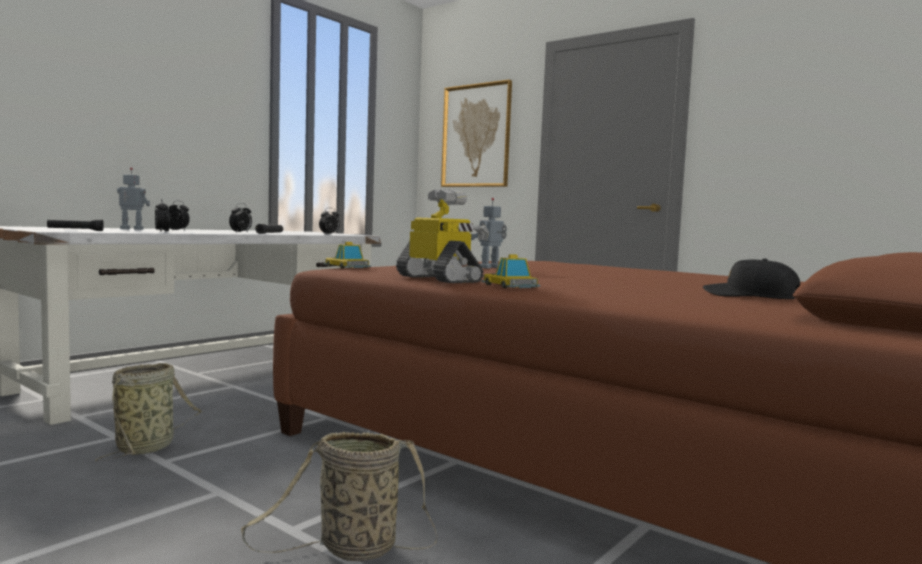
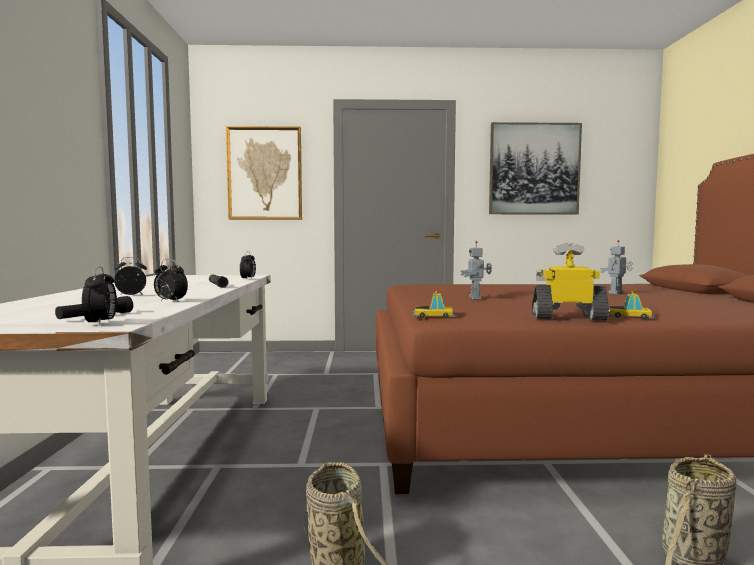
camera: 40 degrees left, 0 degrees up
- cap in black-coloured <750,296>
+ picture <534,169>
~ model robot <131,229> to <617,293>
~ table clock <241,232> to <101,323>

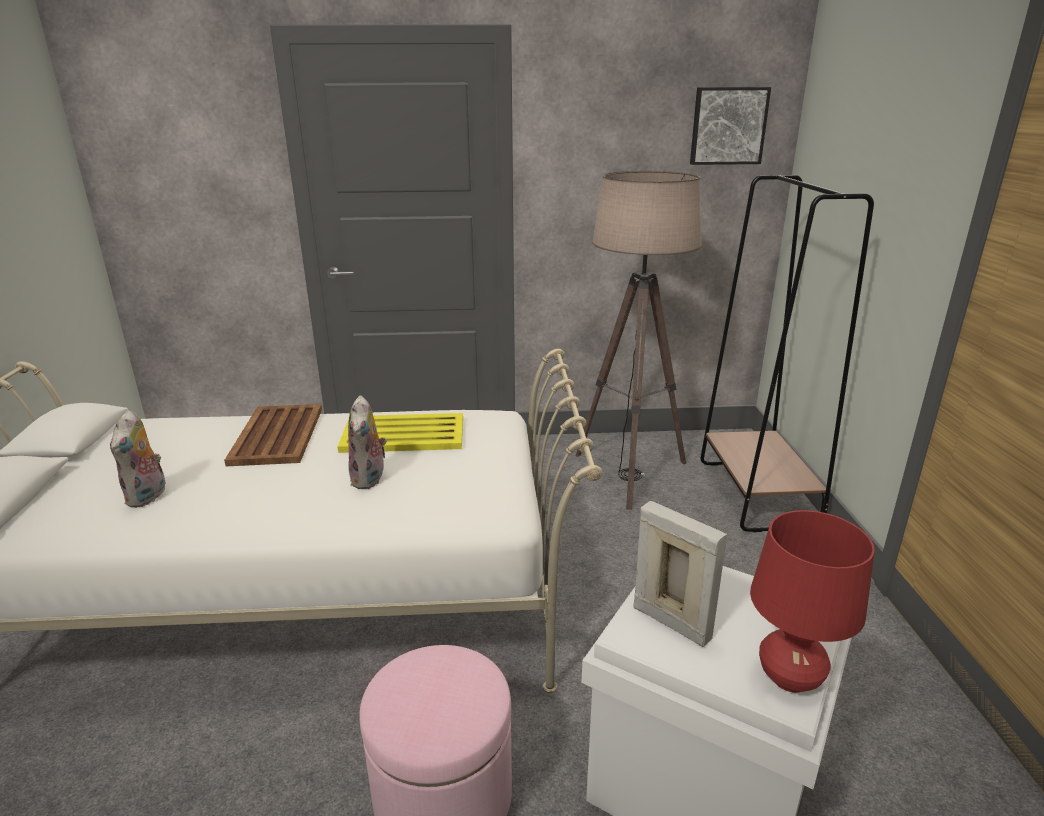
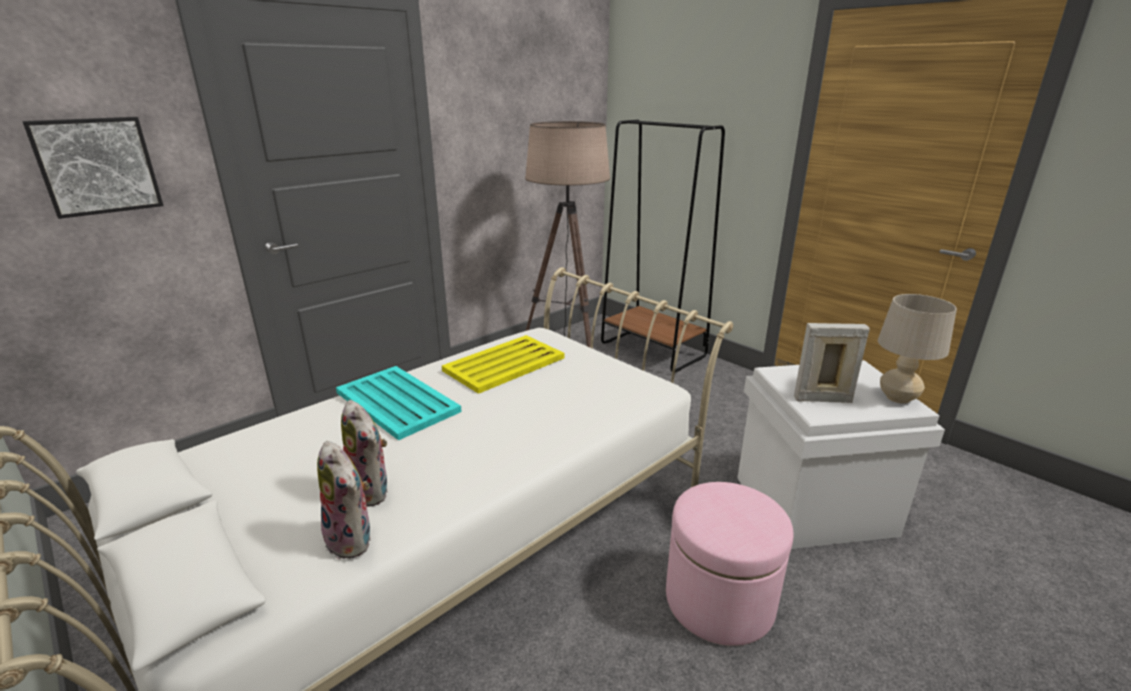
camera: 40 degrees left, 0 degrees up
~ soft toy <370,479> to <353,539>
~ picture <728,126> to <97,166>
~ serving tray in brown <277,436> to serving tray in turquoise <397,402>
~ lamp for a table in reddish <790,678> to lamp for a table in beige-coloured <897,398>

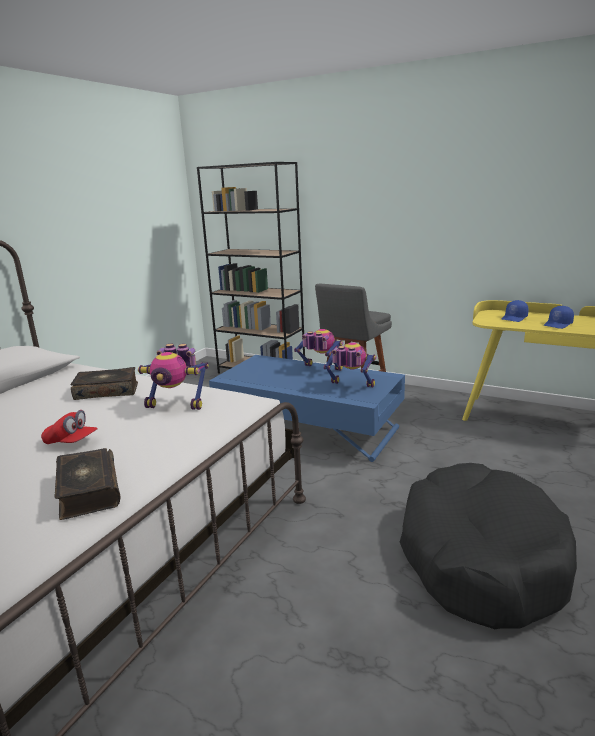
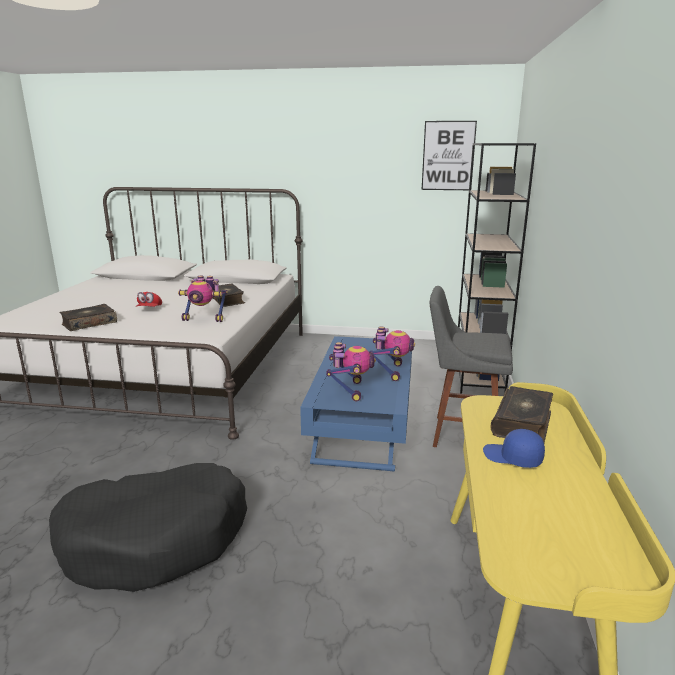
camera: 70 degrees right, 0 degrees up
+ picture <448,156>
~ cap in bluish <514,318> to book <523,423>
~ model robot <177,405> = <204,319> 75 degrees counterclockwise

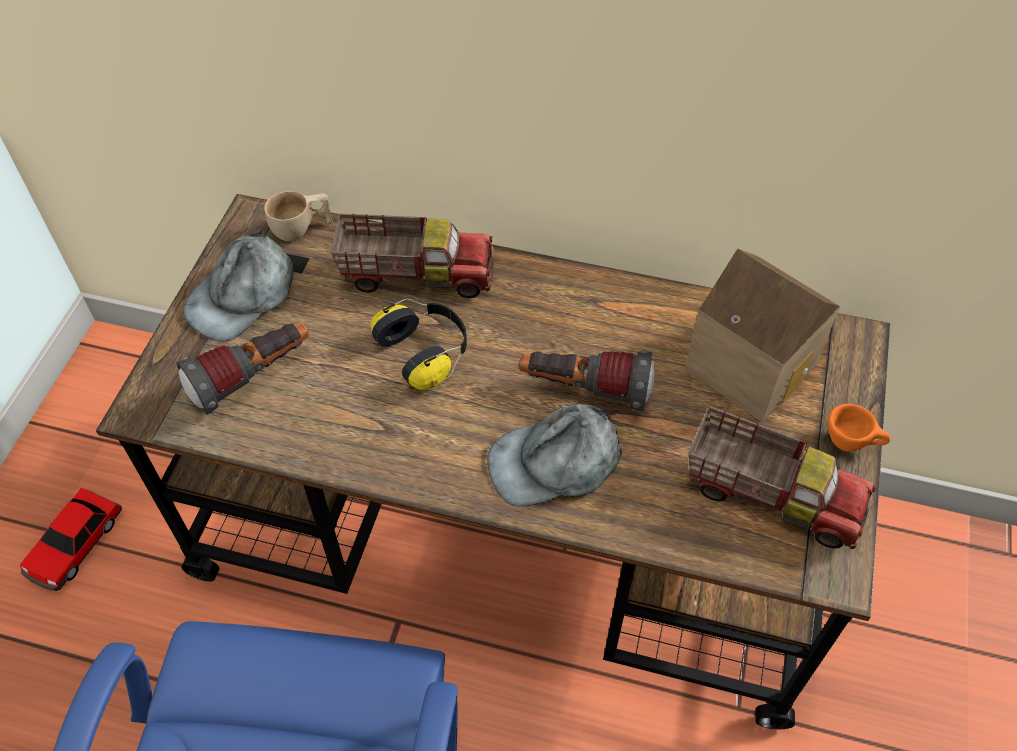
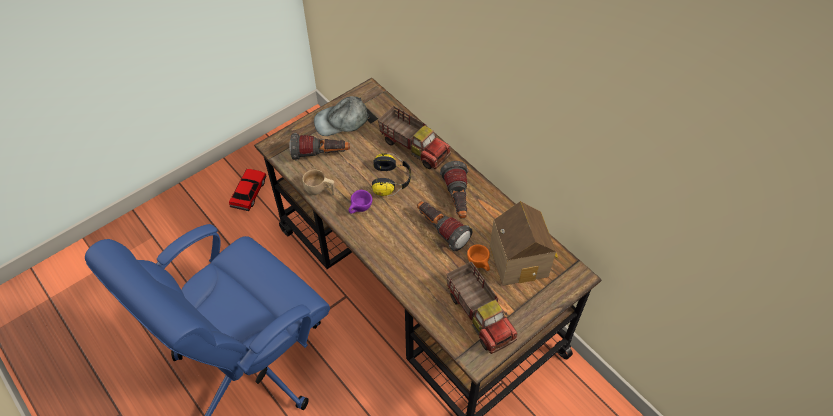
camera: 35 degrees right, 0 degrees up
- cap in greyish <555,462>
+ small cup in purple <360,210>
+ flashlight <457,200>
~ small cup in beige-coloured <302,229> to <320,191>
~ small cup in orange <851,443> to <479,265>
~ toy car <75,545> = <249,192> 135 degrees clockwise

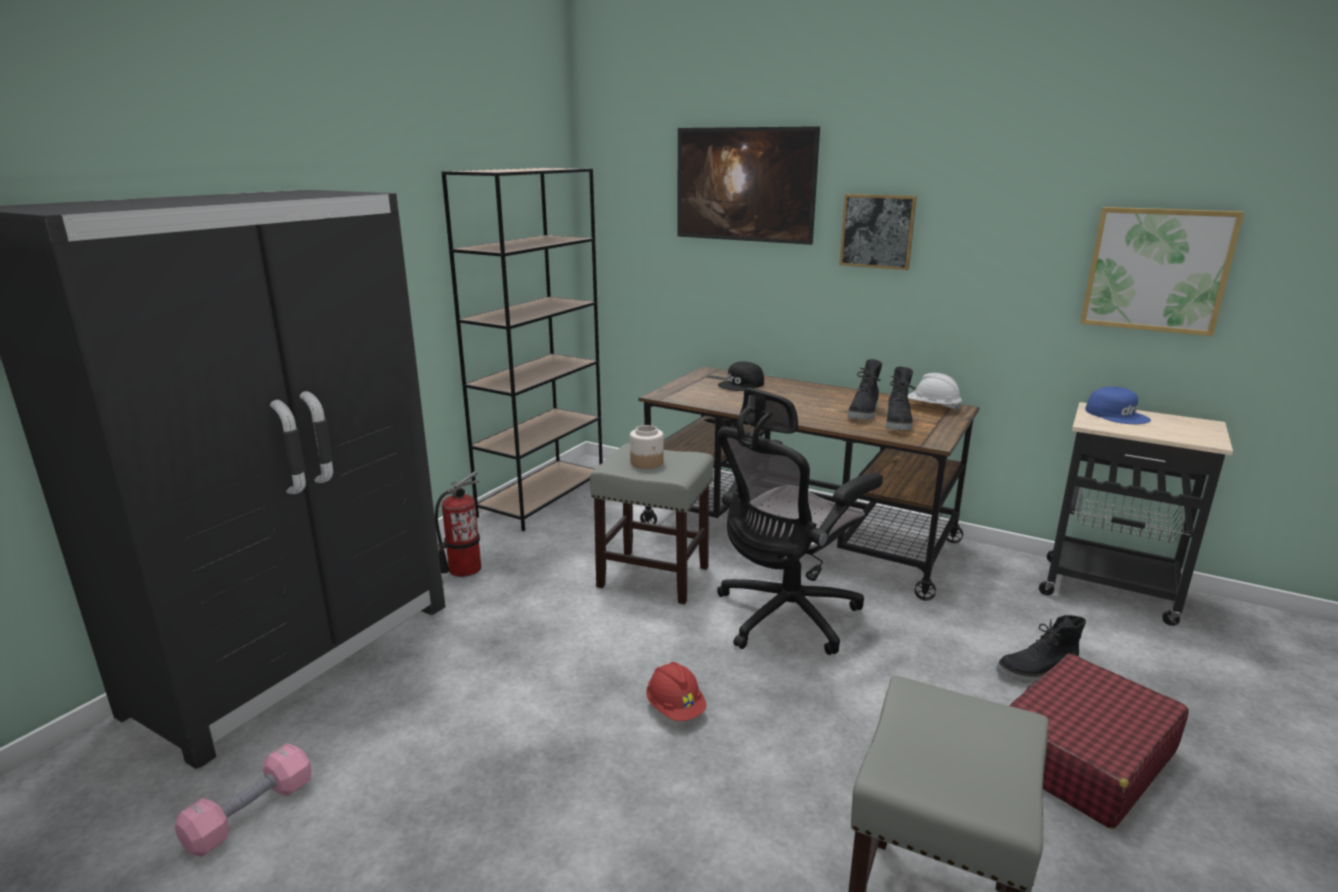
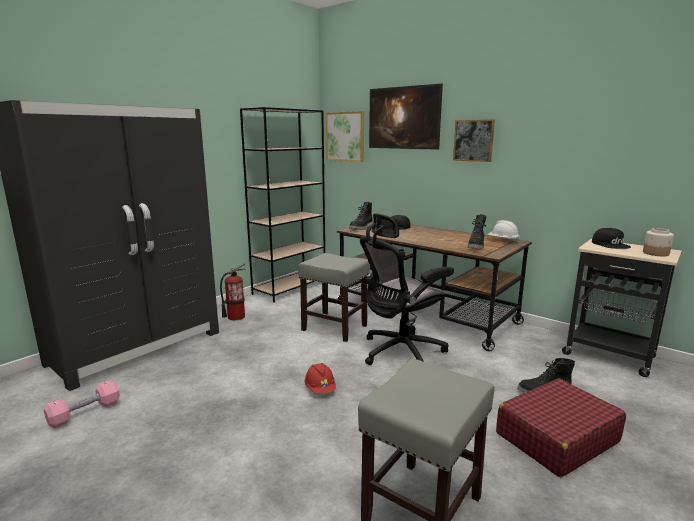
camera: 10 degrees right, 5 degrees down
~ storage jar <647,462> to <656,253>
~ tall boot in black-coloured <864,413> to <361,228>
~ picture <1156,270> to <345,136>
~ cap in bluish <1117,415> to cap in black-coloured <611,244>

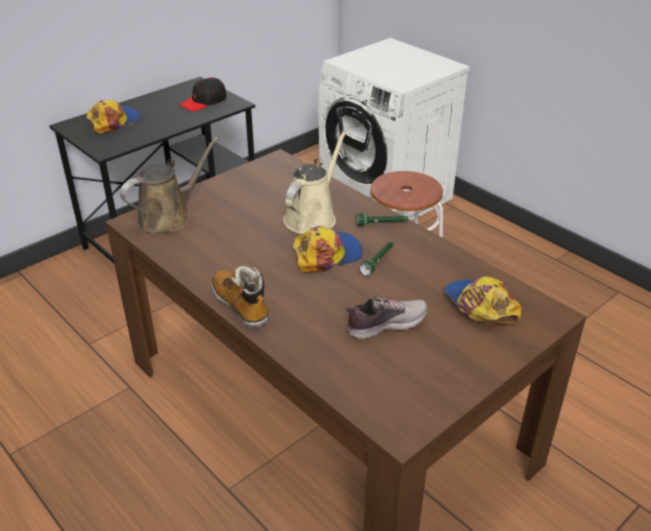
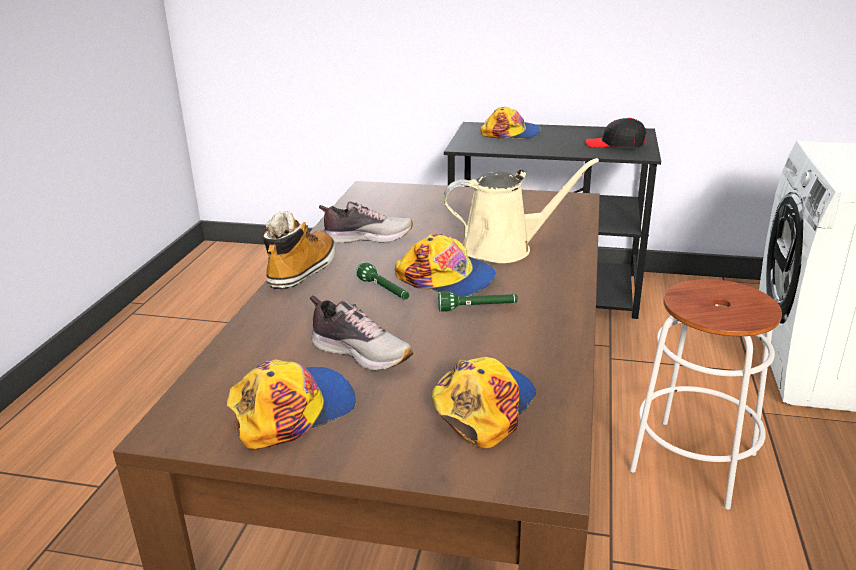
camera: 55 degrees right, 10 degrees down
- watering pot in brown <168,217>
+ cap <293,410>
+ item of footwear <367,237>
~ flashlight in green-coloured <381,224> to <384,291>

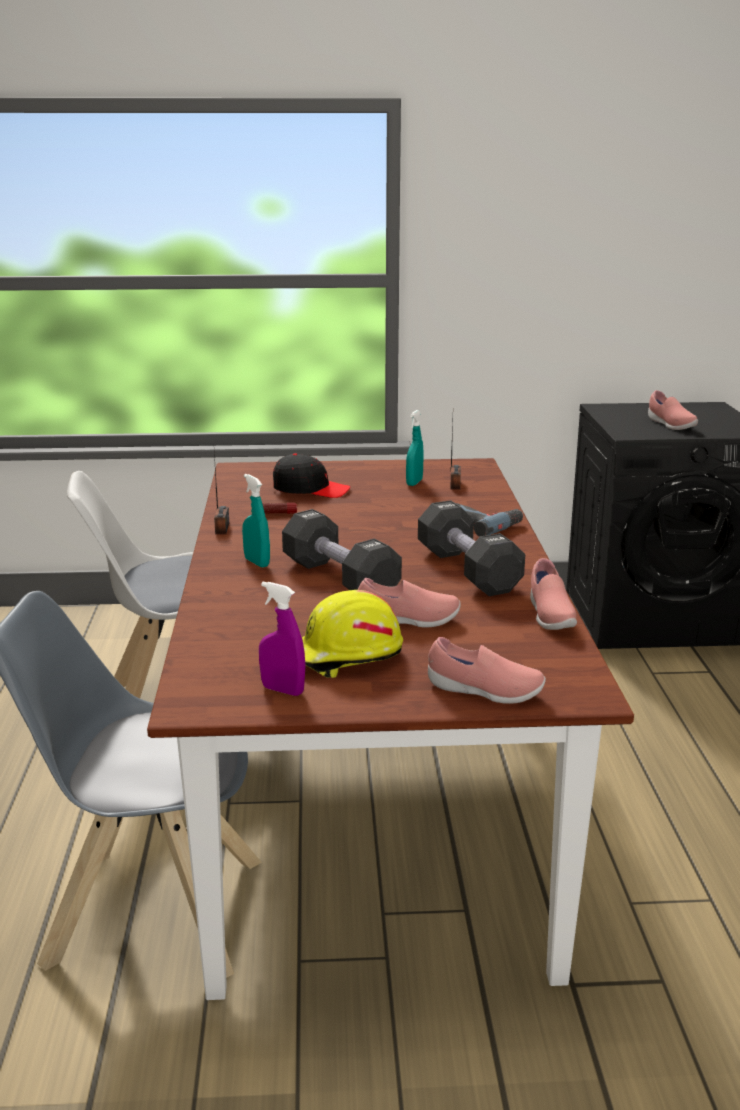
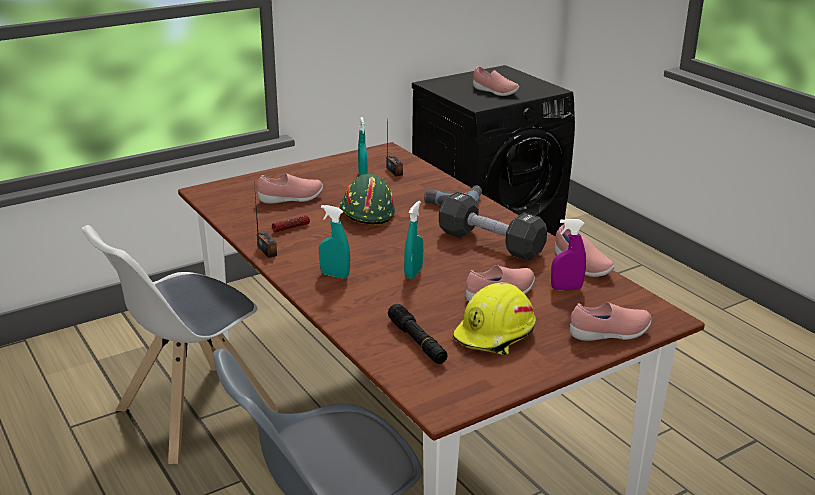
camera: 30 degrees left, 5 degrees up
+ safety helmet in green-coloured <366,212>
+ flashlight in black-coloured <417,341>
~ spray bottle in purple <282,690> to <566,288>
~ cap in black-coloured <310,489> to item of footwear in pink-coloured <291,199>
~ hand weight in black-coloured <340,579> to spray bottle in turquoise <413,273>

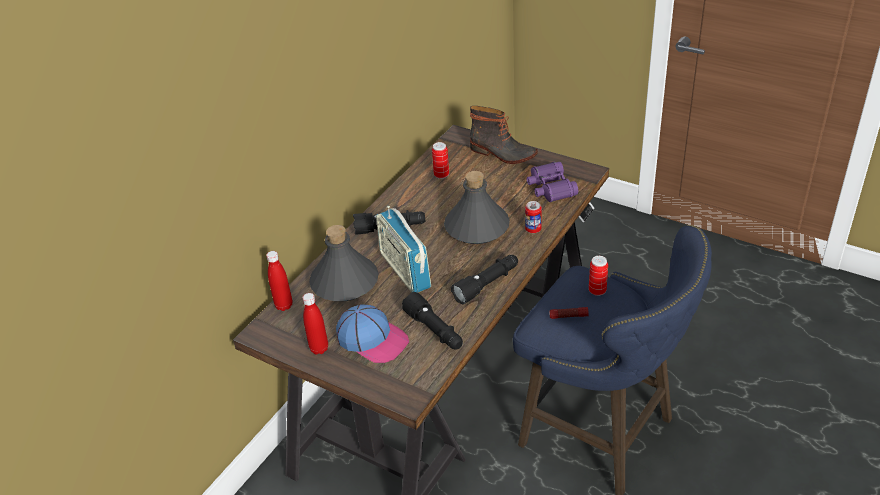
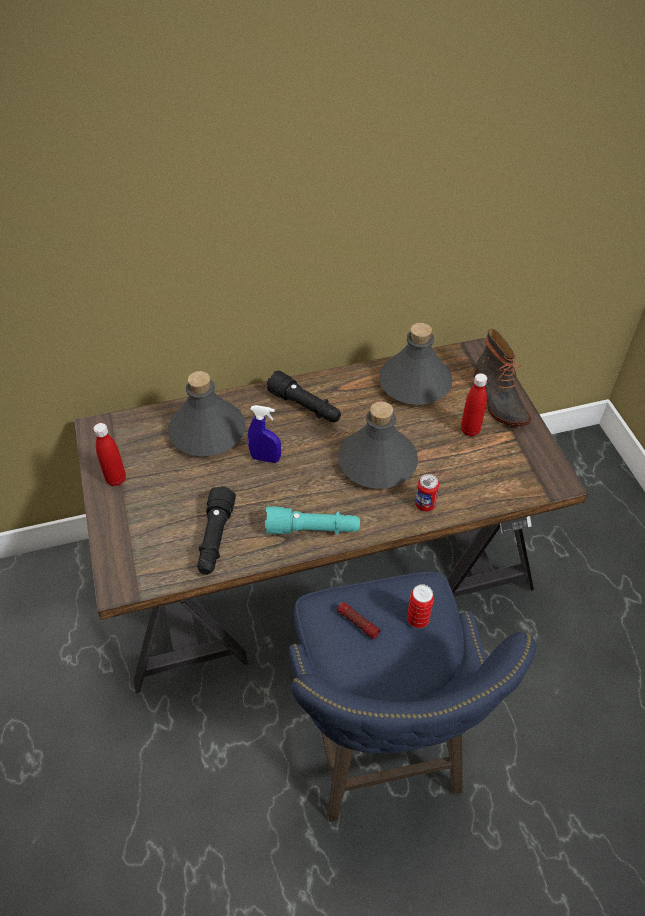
camera: 40 degrees right, 10 degrees up
- cap <373,339>
- field glasses in purple <550,188>
~ beverage bottle in reddish <284,305> to <470,430>
~ radio receiver <405,270> to spray bottle in bluish <265,458>
~ sealed can <441,175> to beverage bottle in greyish <414,383>
~ flashlight in black-coloured <487,284> to flashlight in turquoise <313,529>

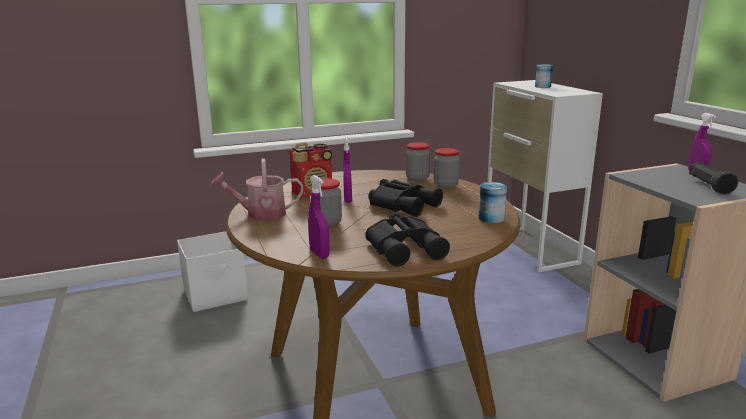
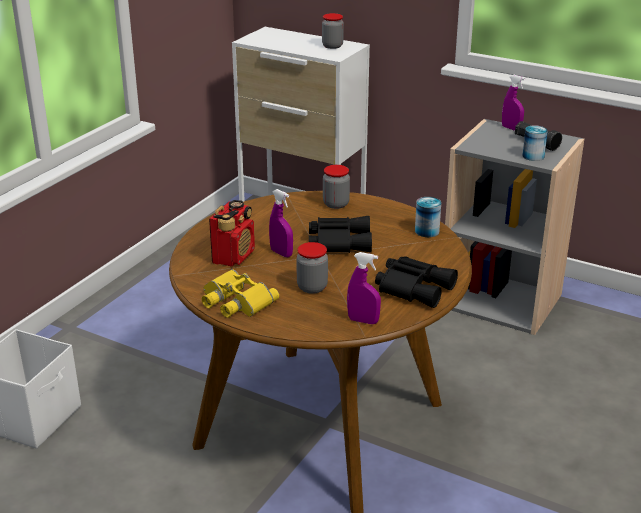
camera: 40 degrees left, 10 degrees up
~ storage jar <417,178> to <332,46>
~ sealed can <542,86> to <533,156>
~ watering pot <260,214> to field glasses in yellow-coloured <235,301>

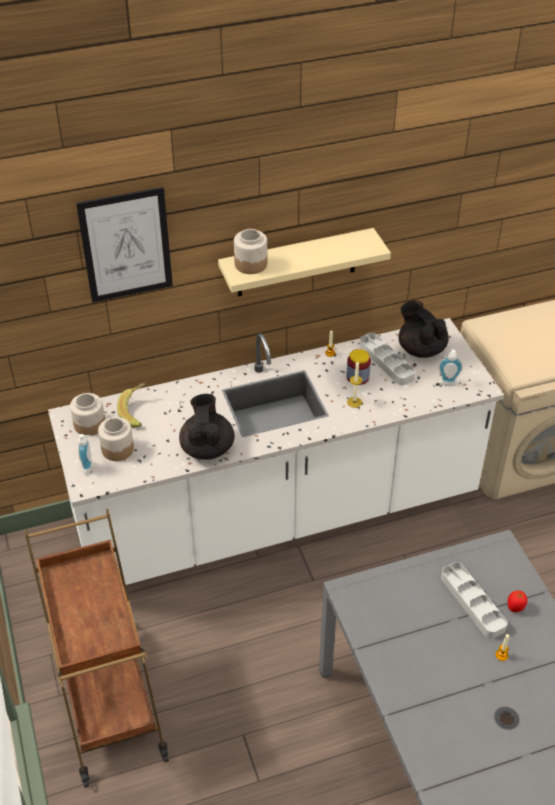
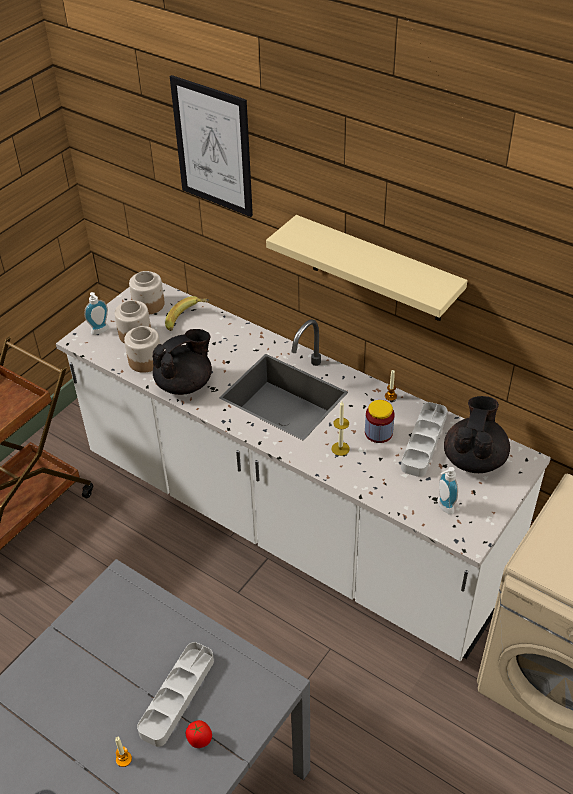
camera: 55 degrees right, 0 degrees up
~ storage jar <251,264> to <146,361>

